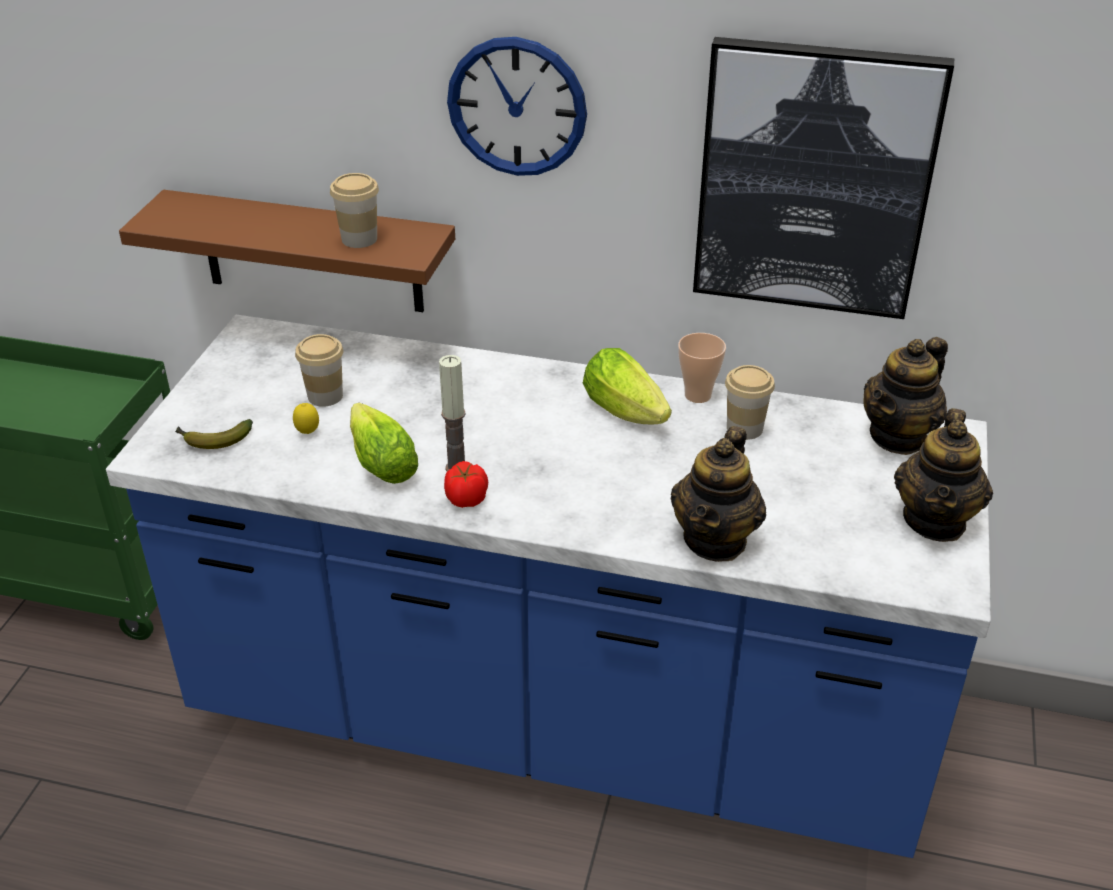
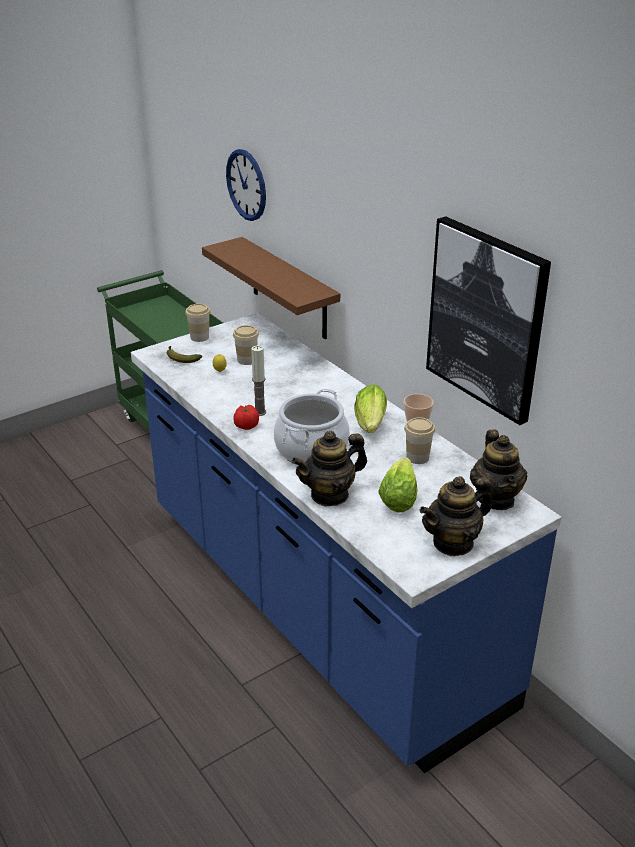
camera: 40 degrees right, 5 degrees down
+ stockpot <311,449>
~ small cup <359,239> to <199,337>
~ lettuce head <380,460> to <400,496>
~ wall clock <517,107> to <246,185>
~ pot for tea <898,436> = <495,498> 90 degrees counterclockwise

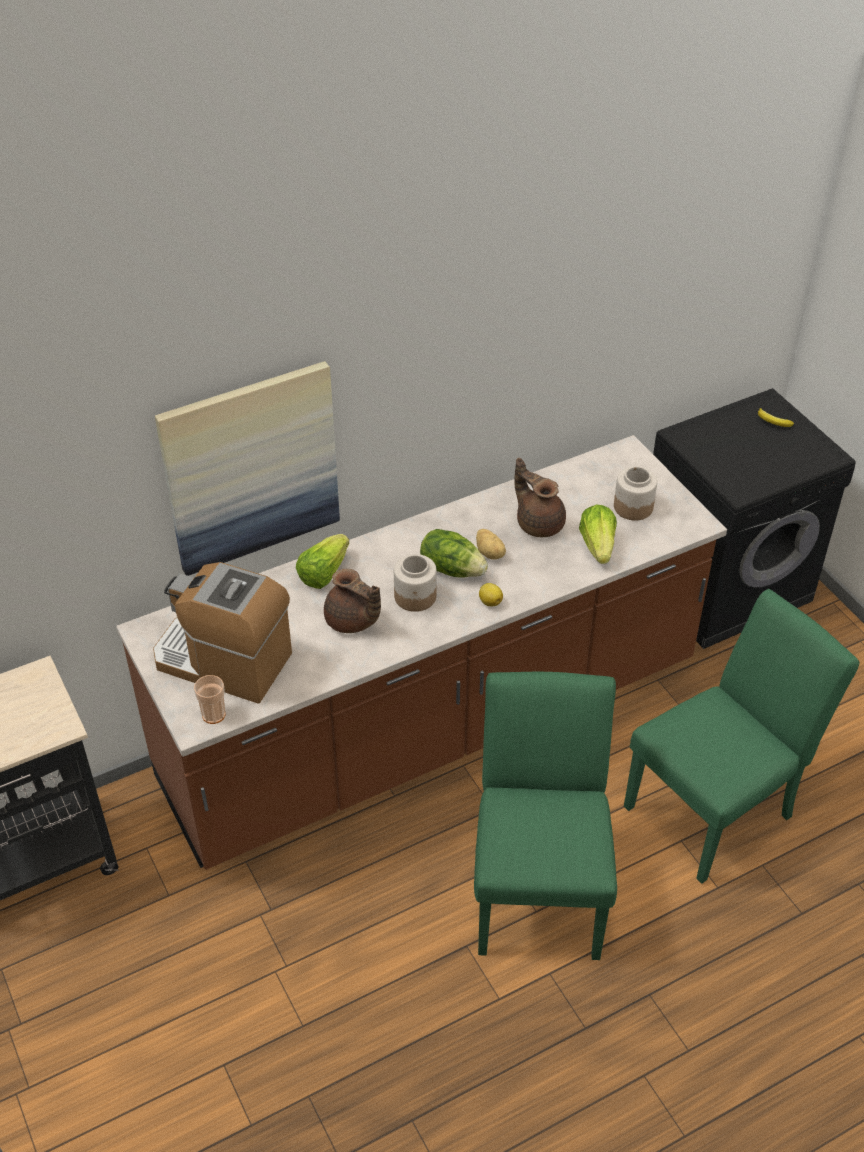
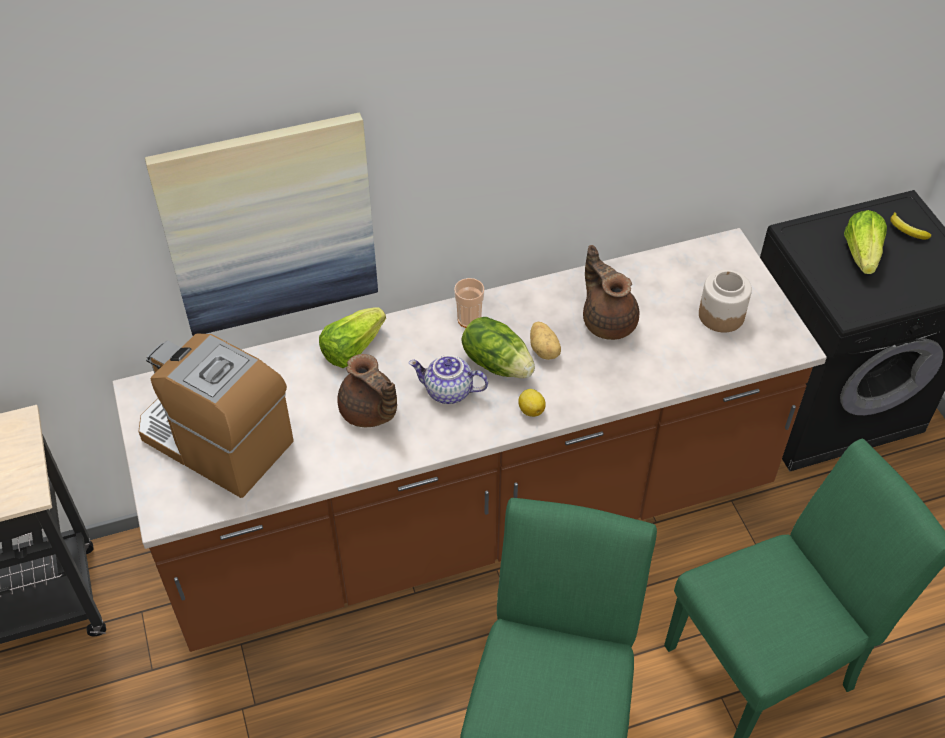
camera: 10 degrees right, 5 degrees up
~ small cup <213,714> to <469,319>
~ lettuce head <598,546> to <862,254>
~ storage jar <415,597> to pot for tea <448,392>

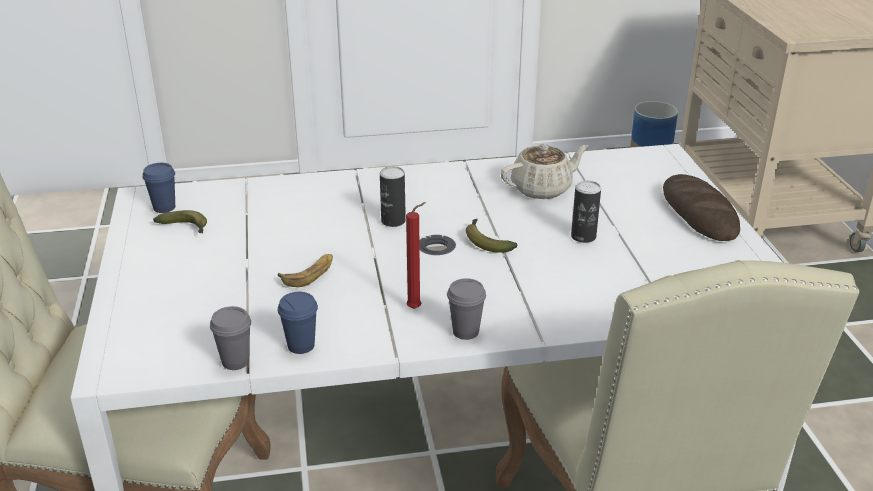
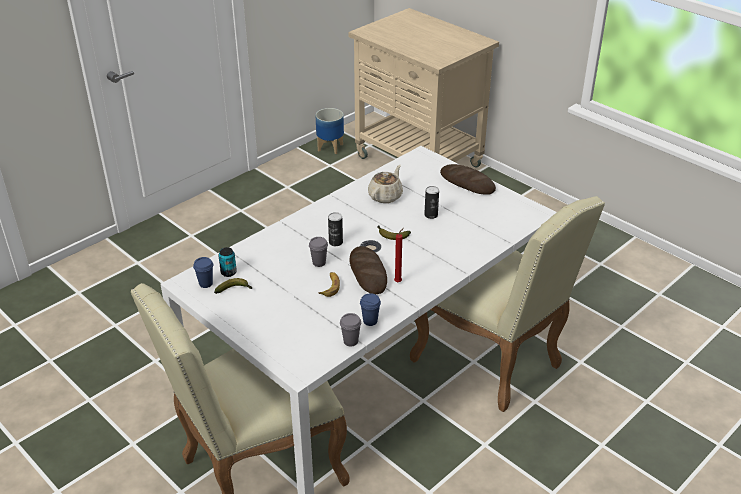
camera: 35 degrees left, 5 degrees up
+ sealed can <228,272>
+ bakery bread <368,273>
~ small cup in greyish <465,332> to <319,263>

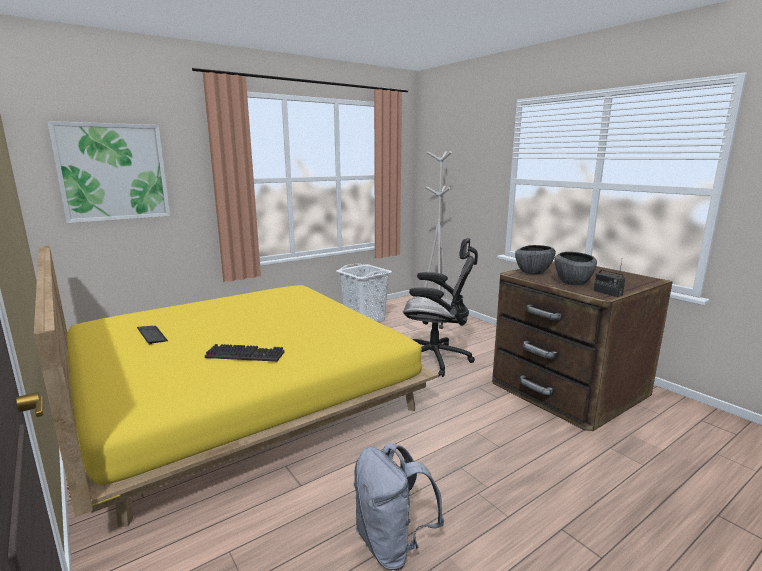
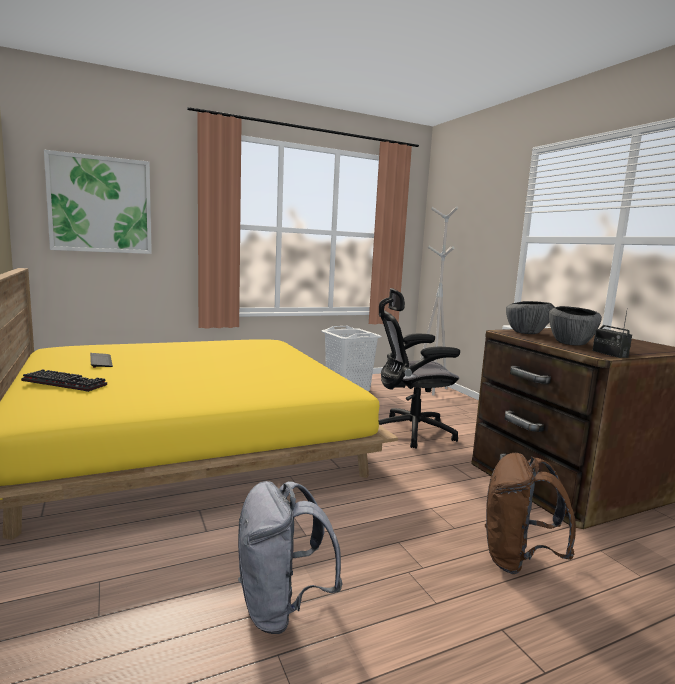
camera: 10 degrees right, 5 degrees down
+ backpack in brown <517,560>
~ keyboard <247,354> to <66,383>
~ desk chair <435,359> = <412,432> 150 degrees clockwise

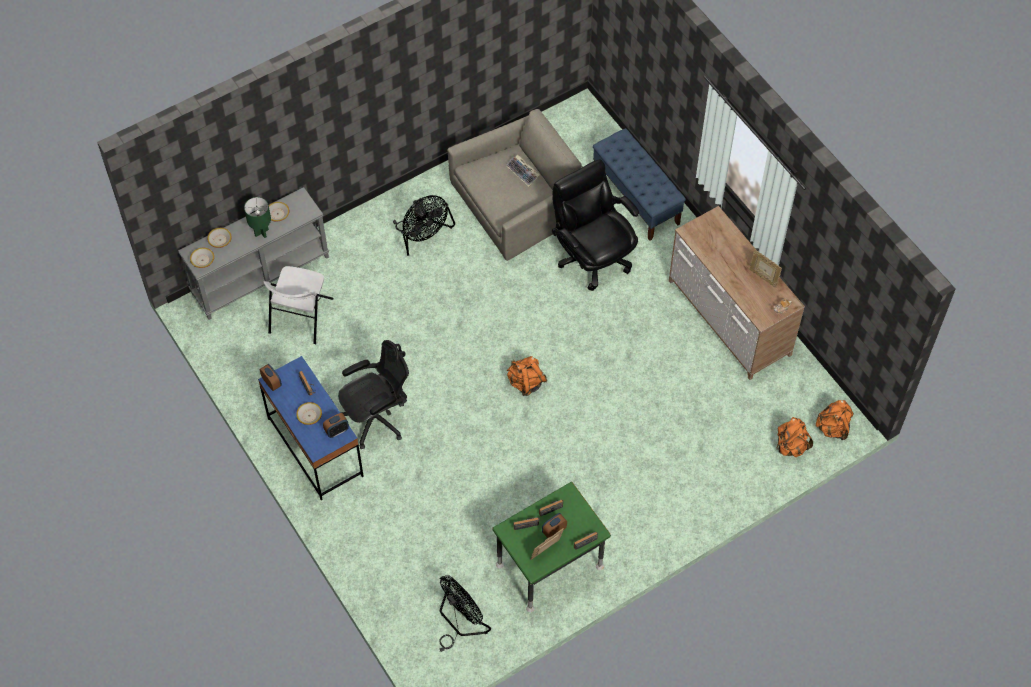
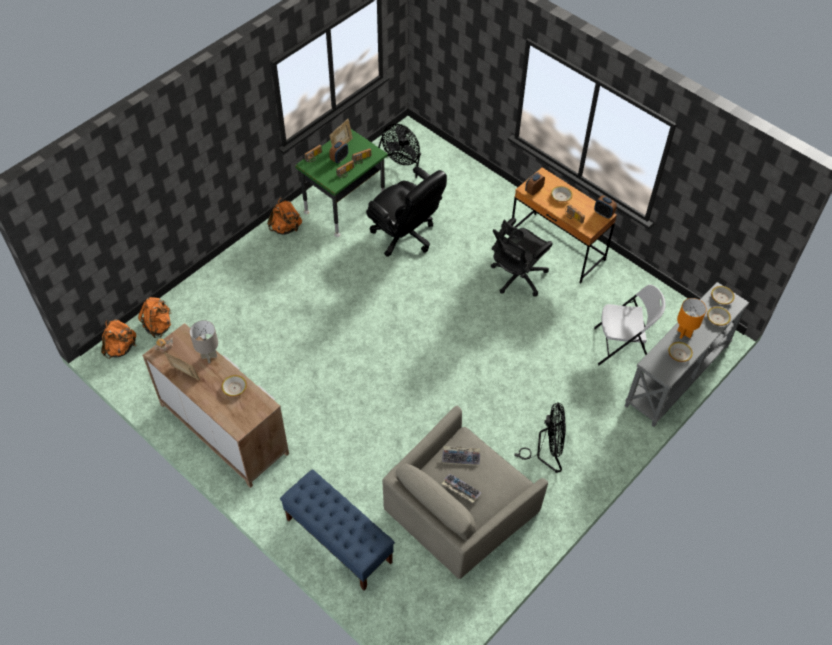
camera: 165 degrees right, 5 degrees down
+ lamp for a table in greyish <209,356>
+ deep dish <234,388>
+ keyboard <461,457>
~ backpack in orange <526,383> to <286,228>
~ desk chair in black-coloured <593,257> to <405,238>
~ lamp for a table in green-coloured <262,232> to lamp for a table in orange <683,333>
~ desk table in bluish <315,447> to desk table in brown <557,248>
~ plain chair in whitish <300,315> = <622,346> 90 degrees clockwise
~ fan in black-coloured <421,235> = <546,448> 150 degrees clockwise

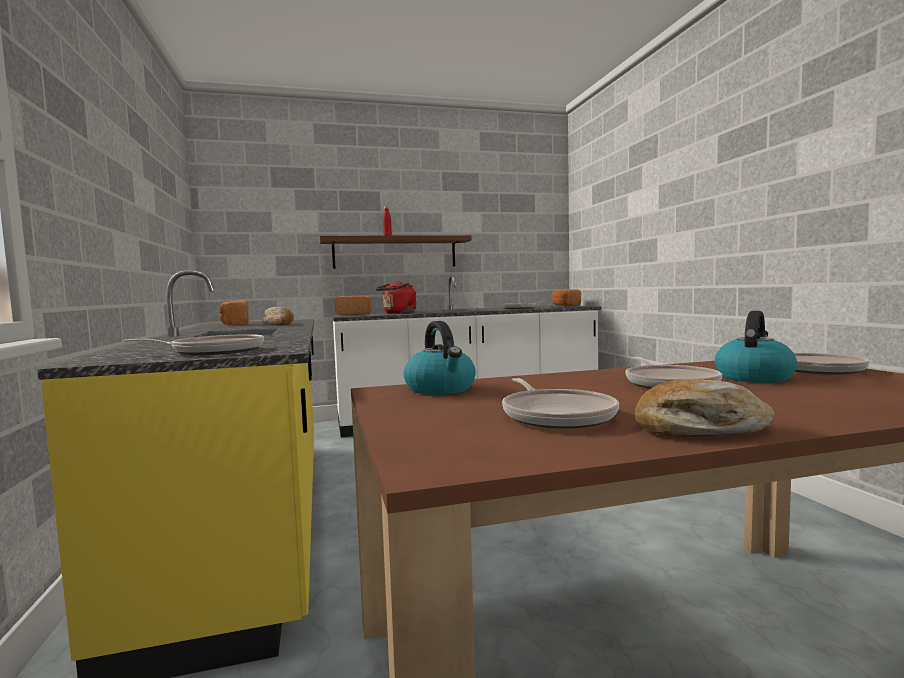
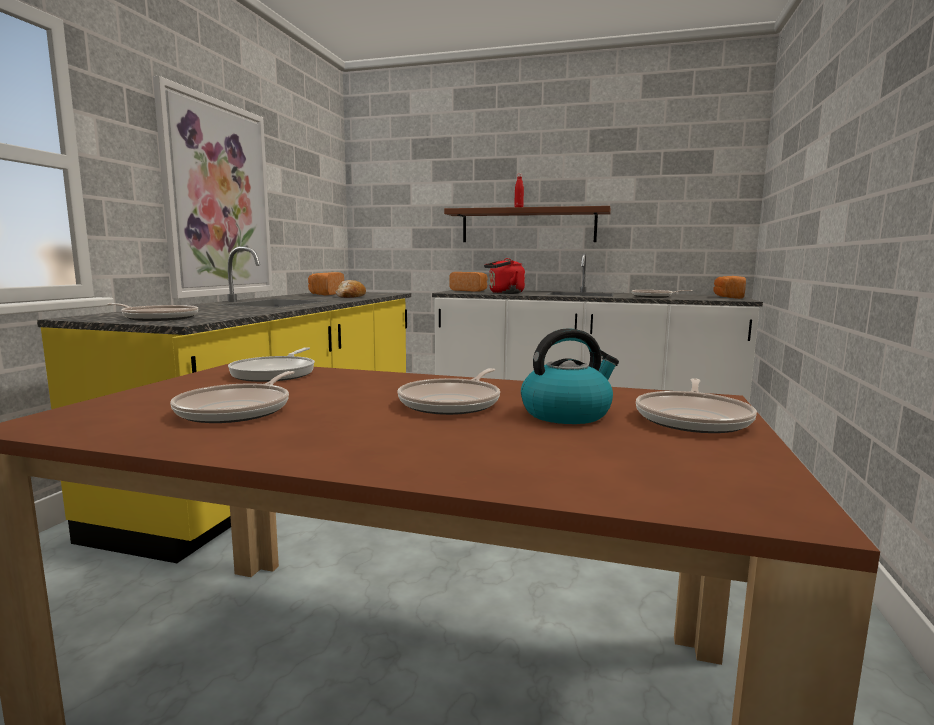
camera: 30 degrees right, 5 degrees up
- bakery bread <699,429>
+ picture <218,199>
~ kettle <441,389> to frying pan <276,373>

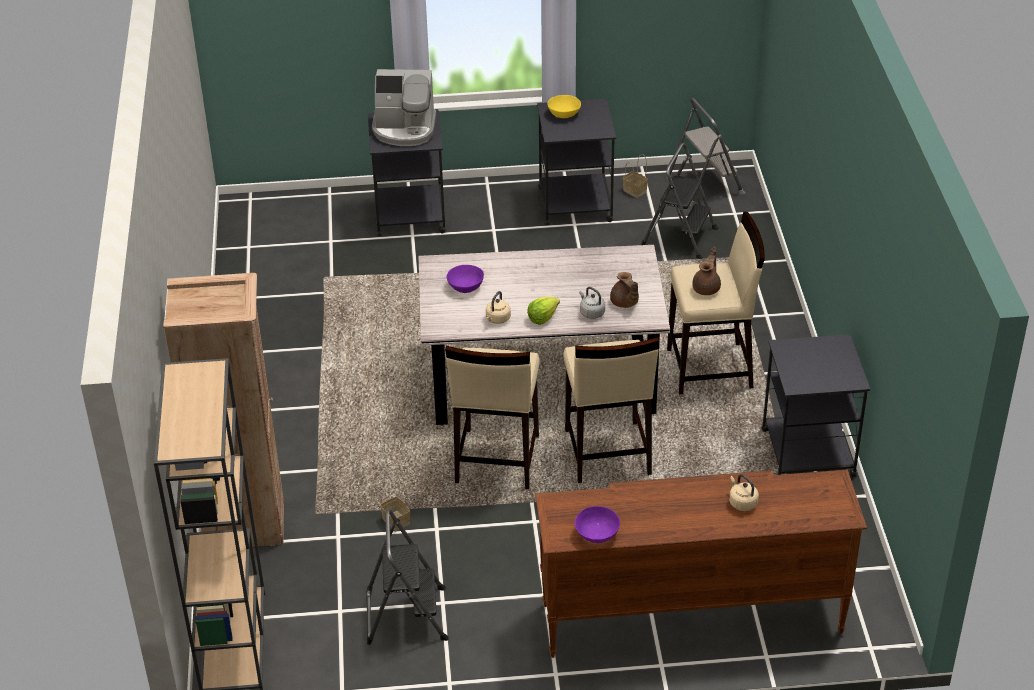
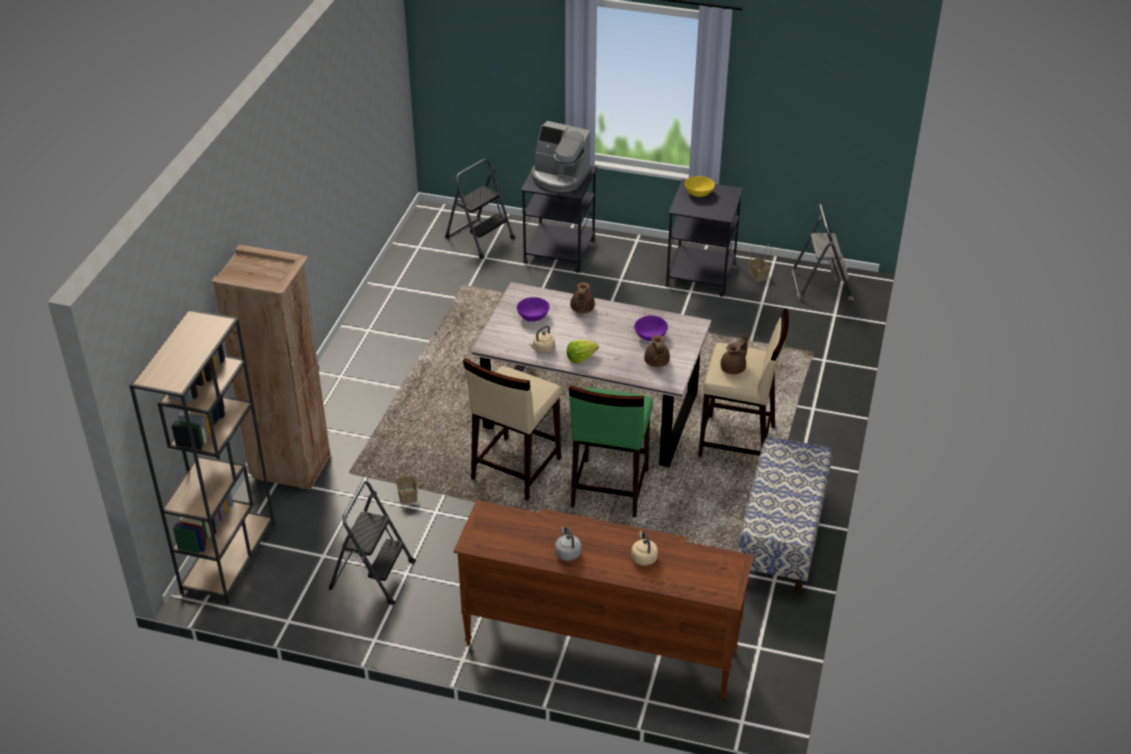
camera: 20 degrees right, 0 degrees up
+ pot for tea in brown <581,309>
~ deep dish in purple <597,534> to <650,336>
~ kettle in greyish <591,313> to <567,552>
~ step ladder in black-coloured <676,236> to <478,236>
~ cart in black-coloured <808,454> to bench <781,538>
~ stool seat in beige-coloured <607,453> to stool seat in green-coloured <609,489>

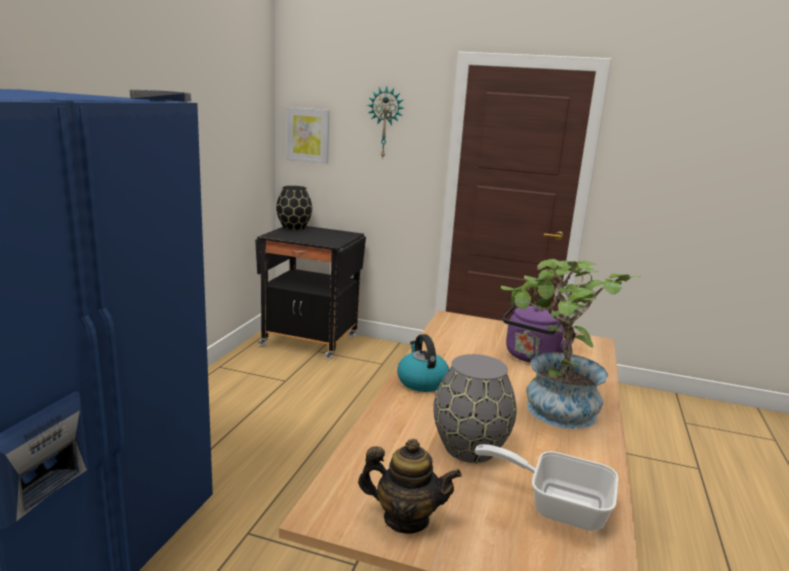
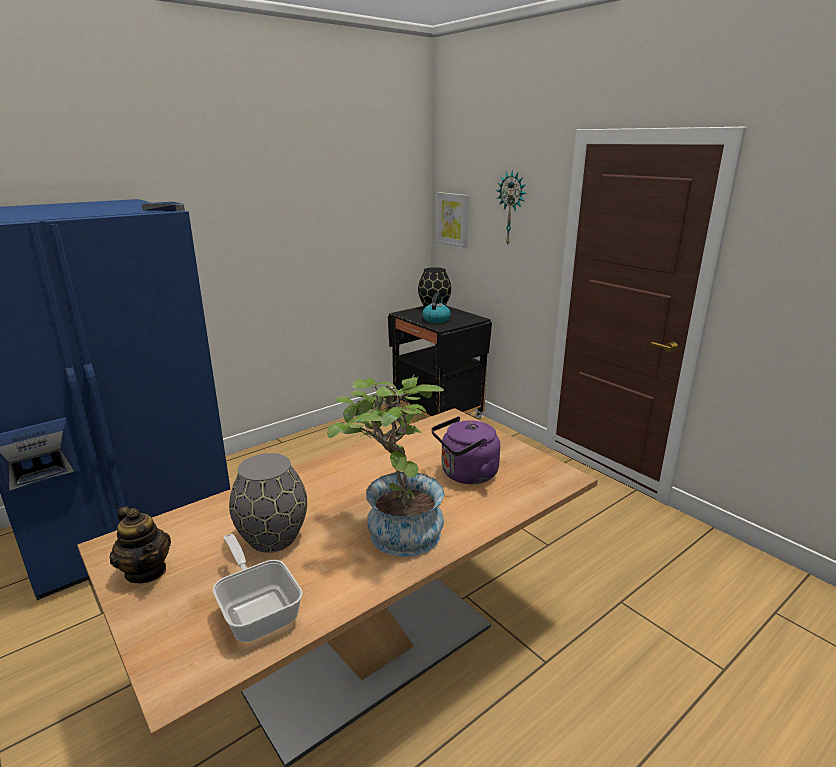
camera: 35 degrees right, 5 degrees up
~ kettle <421,381> to <436,319>

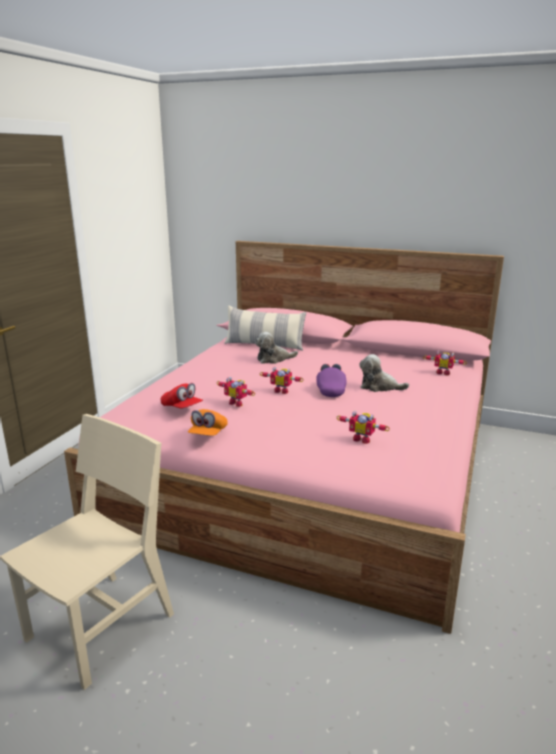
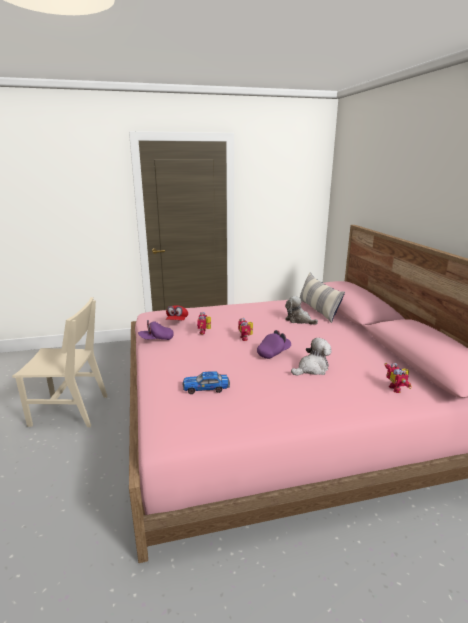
camera: 55 degrees right, 0 degrees up
~ model robot <362,439> to toy car <206,388>
~ cap in orange <208,434> to cap in purple <156,339>
~ soft toy <379,387> = <312,369> 75 degrees clockwise

